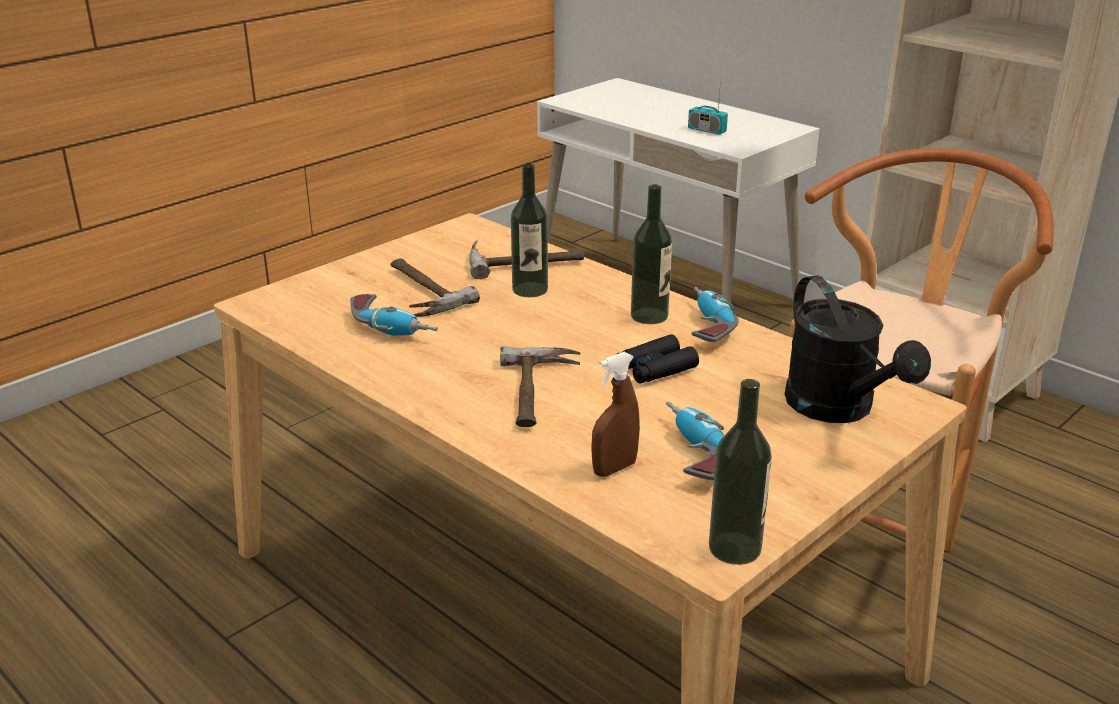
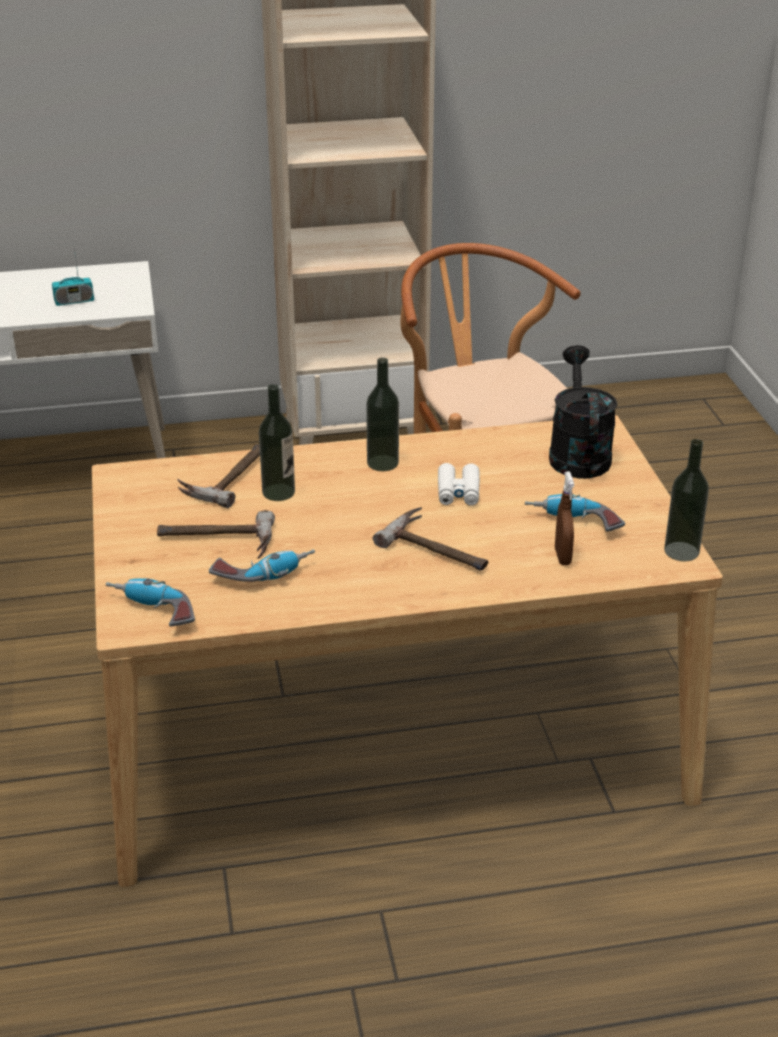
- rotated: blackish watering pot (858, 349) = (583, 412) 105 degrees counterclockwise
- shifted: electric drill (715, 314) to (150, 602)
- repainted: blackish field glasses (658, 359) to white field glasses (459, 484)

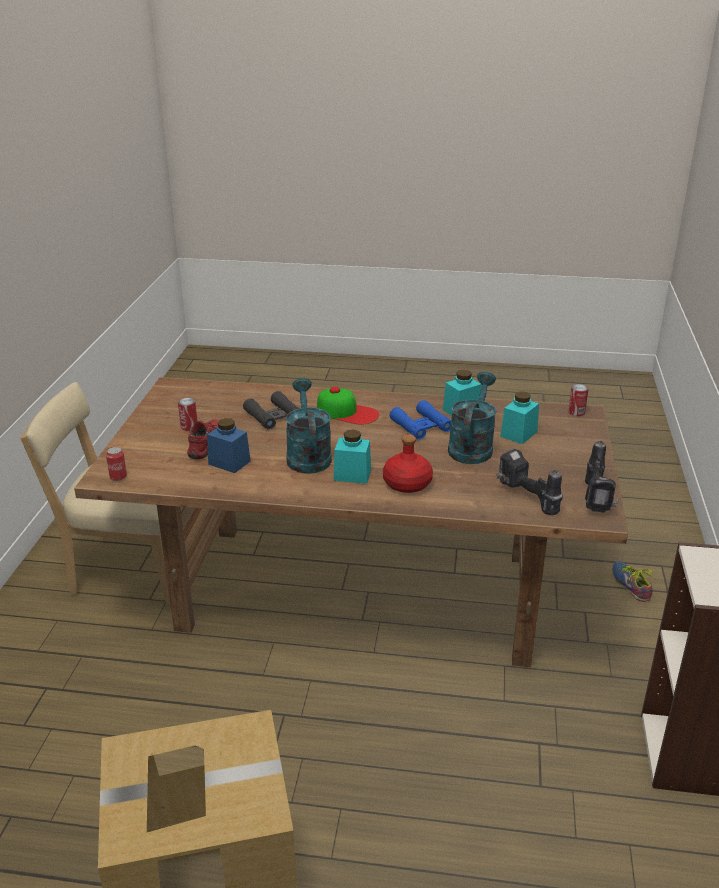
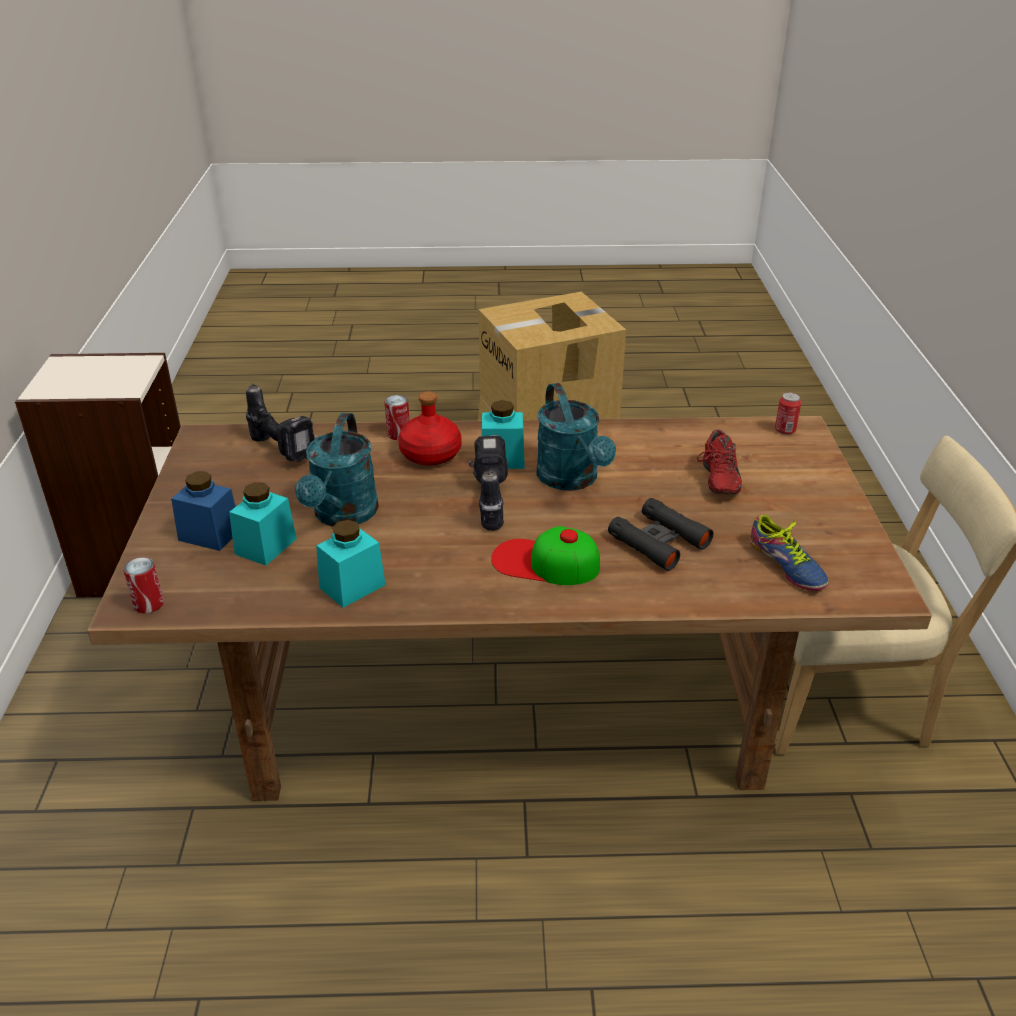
- shifted: can (187, 414) to (396, 417)
- gone: blue field glasses (420, 420)
- shifted: blue jar (229, 445) to (203, 511)
- shifted: electric drill (602, 477) to (488, 483)
- shifted: item of footwear (633, 581) to (790, 553)

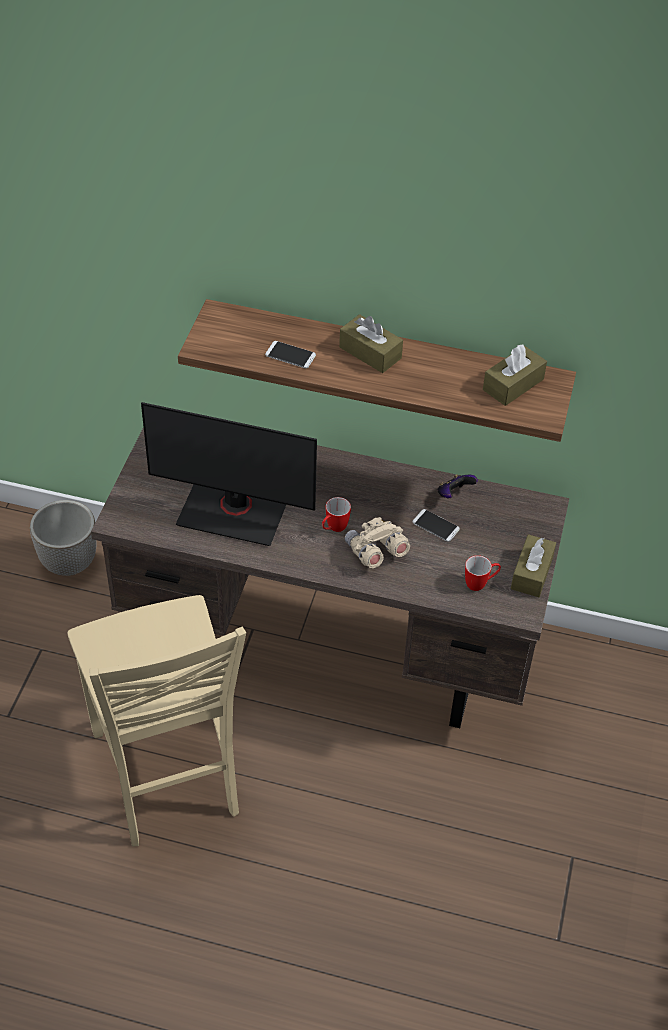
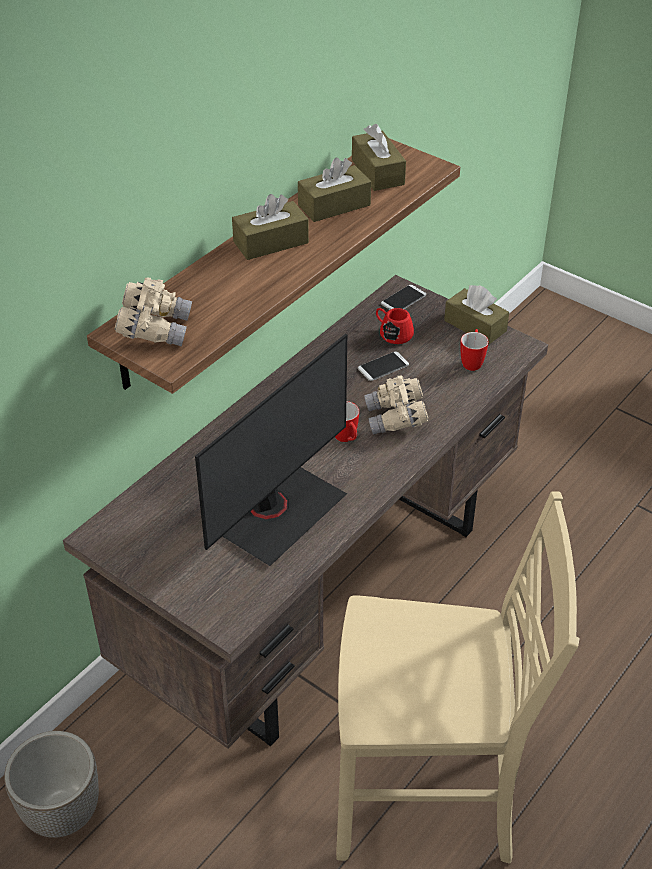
- shifted: handset (290, 354) to (403, 297)
- gone: game controller (458, 486)
- new: brownish tissue holder (334, 190)
- new: sand-coloured field glasses (153, 312)
- new: reddish mug (395, 326)

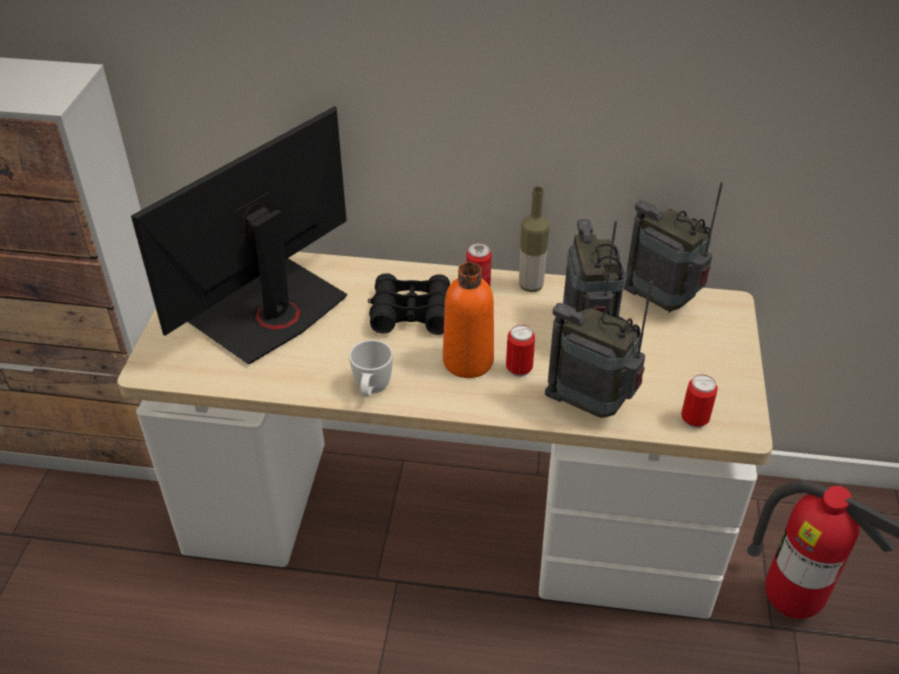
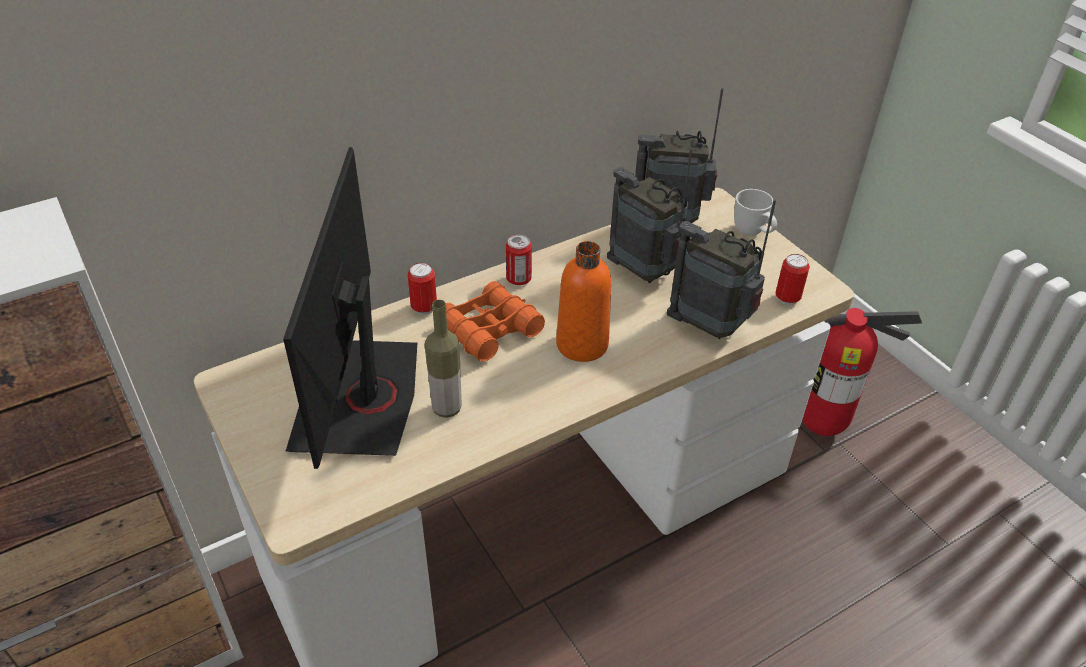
- shifted: beverage bottle (534, 239) to (443, 359)
- repainted: blackish field glasses (409, 304) to orange-coloured field glasses (495, 321)
- rotated: radio (599, 349) = (721, 269) 45 degrees clockwise
- shifted: can (520, 351) to (422, 289)
- shifted: white mug (371, 368) to (755, 212)

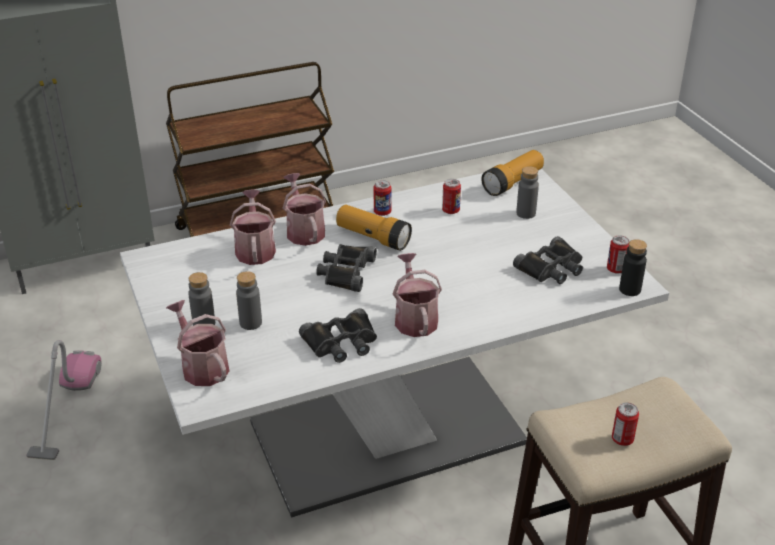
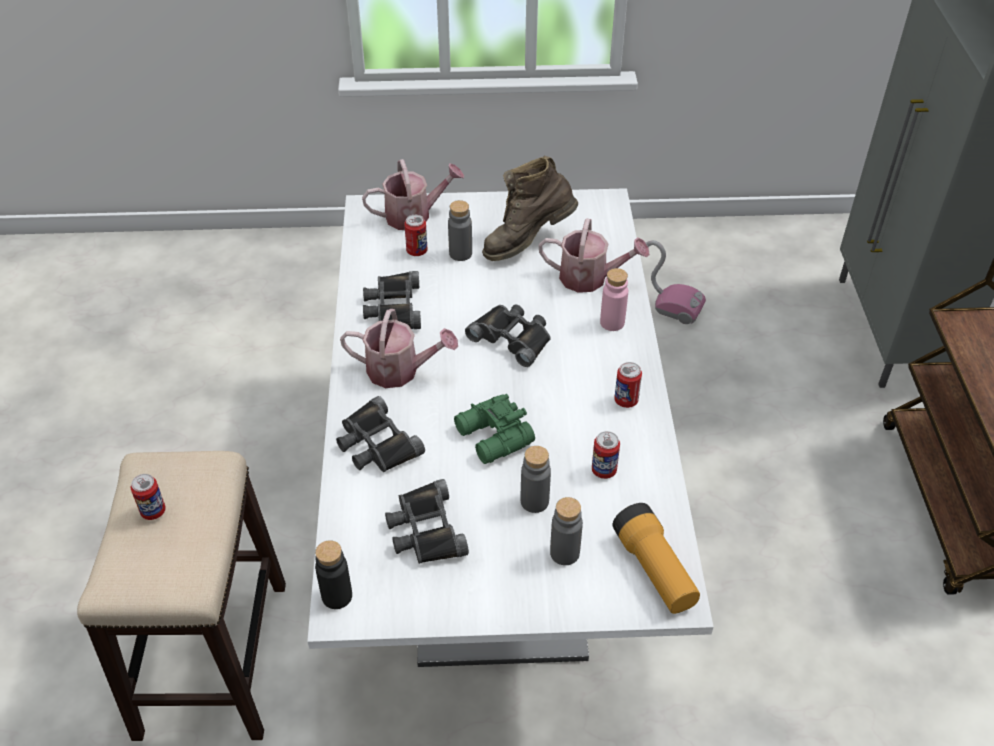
- swapped: watering pot (304, 209) to pinkish beverage bottle (614, 299)
- gone: flashlight (374, 228)
- shifted: can (618, 254) to (416, 235)
- shifted: grey beverage bottle (201, 299) to (536, 479)
- new: brownish boot (530, 208)
- new: greenish field glasses (494, 429)
- new: blackish field glasses (380, 434)

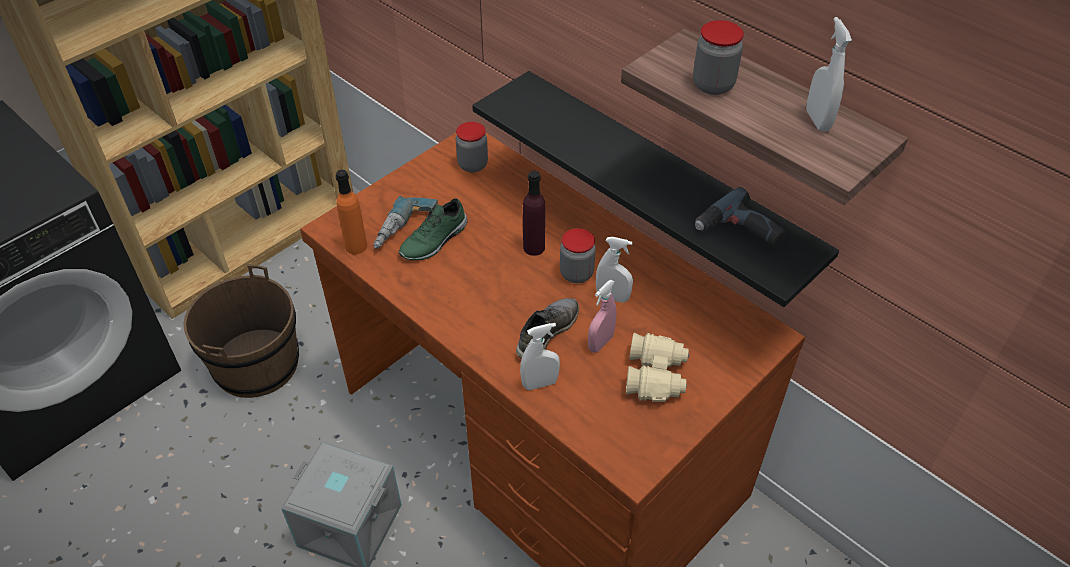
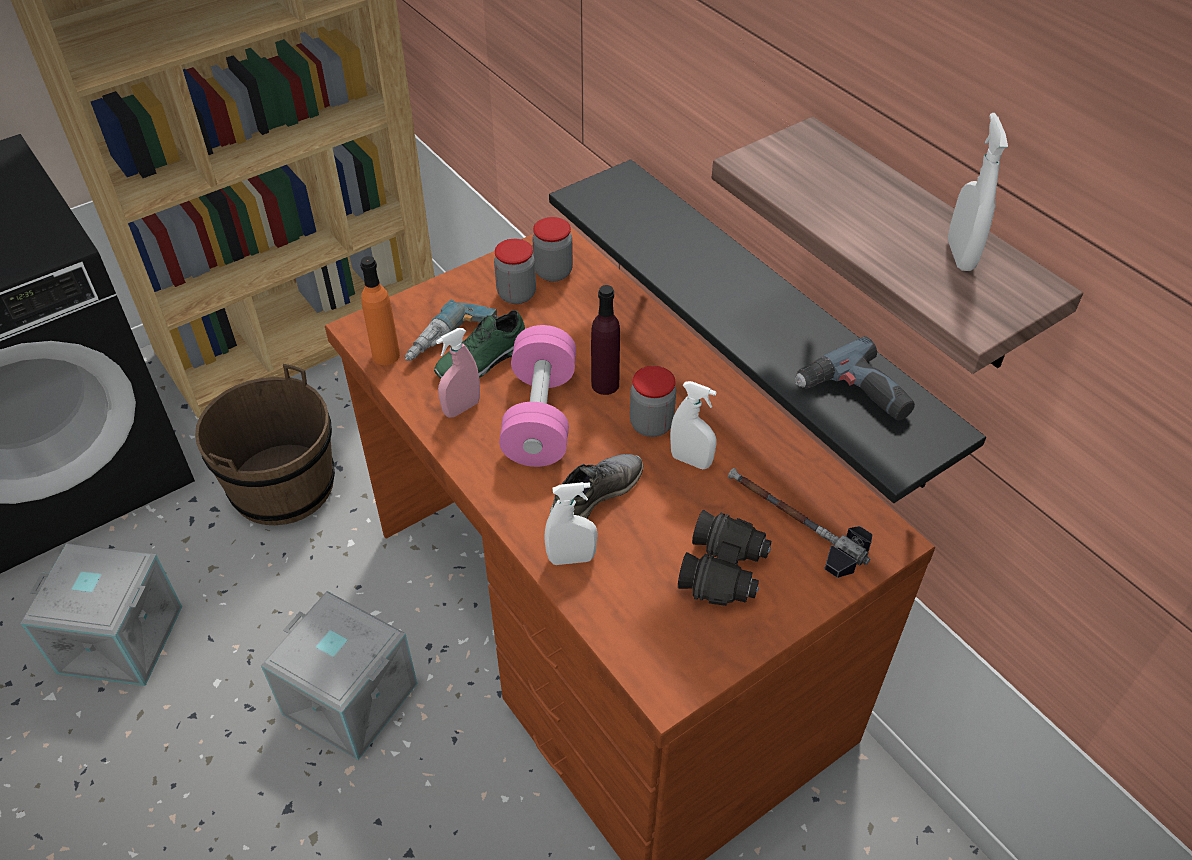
- shifted: jar (718, 57) to (515, 271)
- shifted: pinkish spray bottle (602, 316) to (458, 373)
- repainted: sand-coloured field glasses (657, 367) to blackish field glasses (724, 558)
- new: pinkish free weight (537, 396)
- new: tool hammer (800, 523)
- new: grey storage container (101, 614)

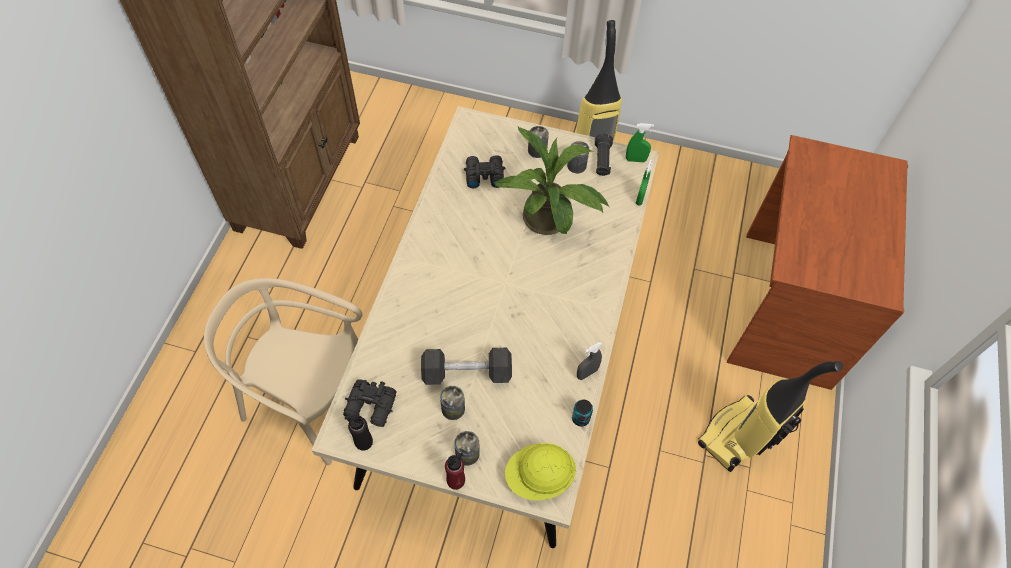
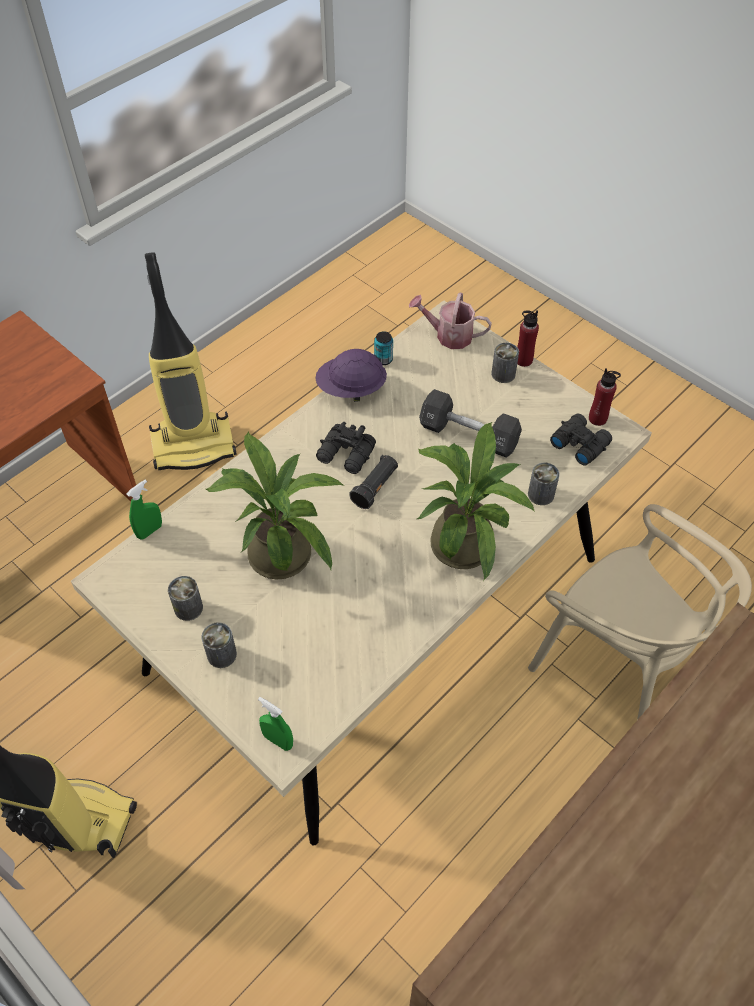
- shifted: greenish spray bottle (640, 142) to (275, 724)
- shifted: blackish flashlight (604, 154) to (373, 482)
- shifted: blackish field glasses (484, 171) to (346, 448)
- swapped: grey spray bottle (589, 361) to purple work helmet (351, 375)
- shifted: can (452, 403) to (544, 484)
- repainted: blackish beverage bottle (359, 433) to reddish beverage bottle (605, 397)
- swapped: yellow work helmet (540, 472) to watering pot (450, 321)
- new: plant in a pot (476, 501)

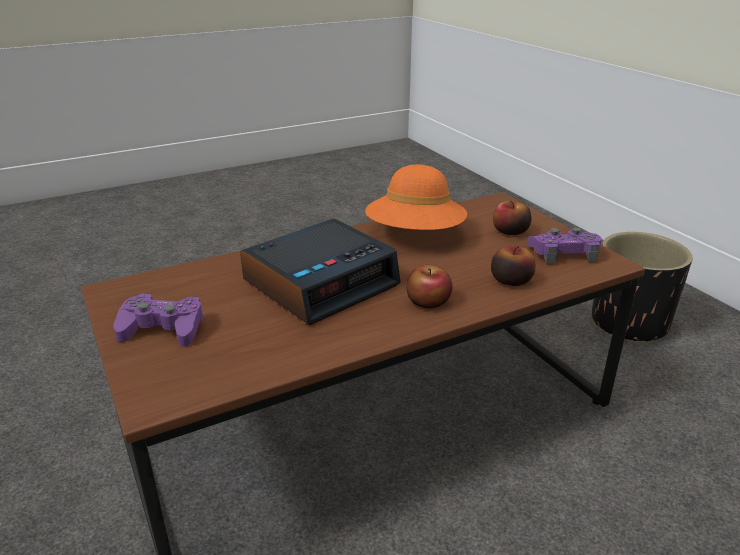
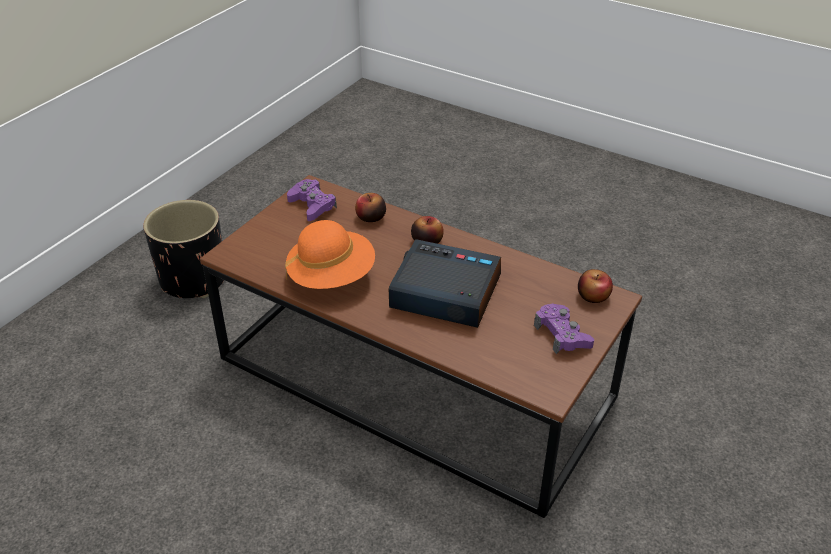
- shifted: apple fruit (512, 217) to (595, 286)

